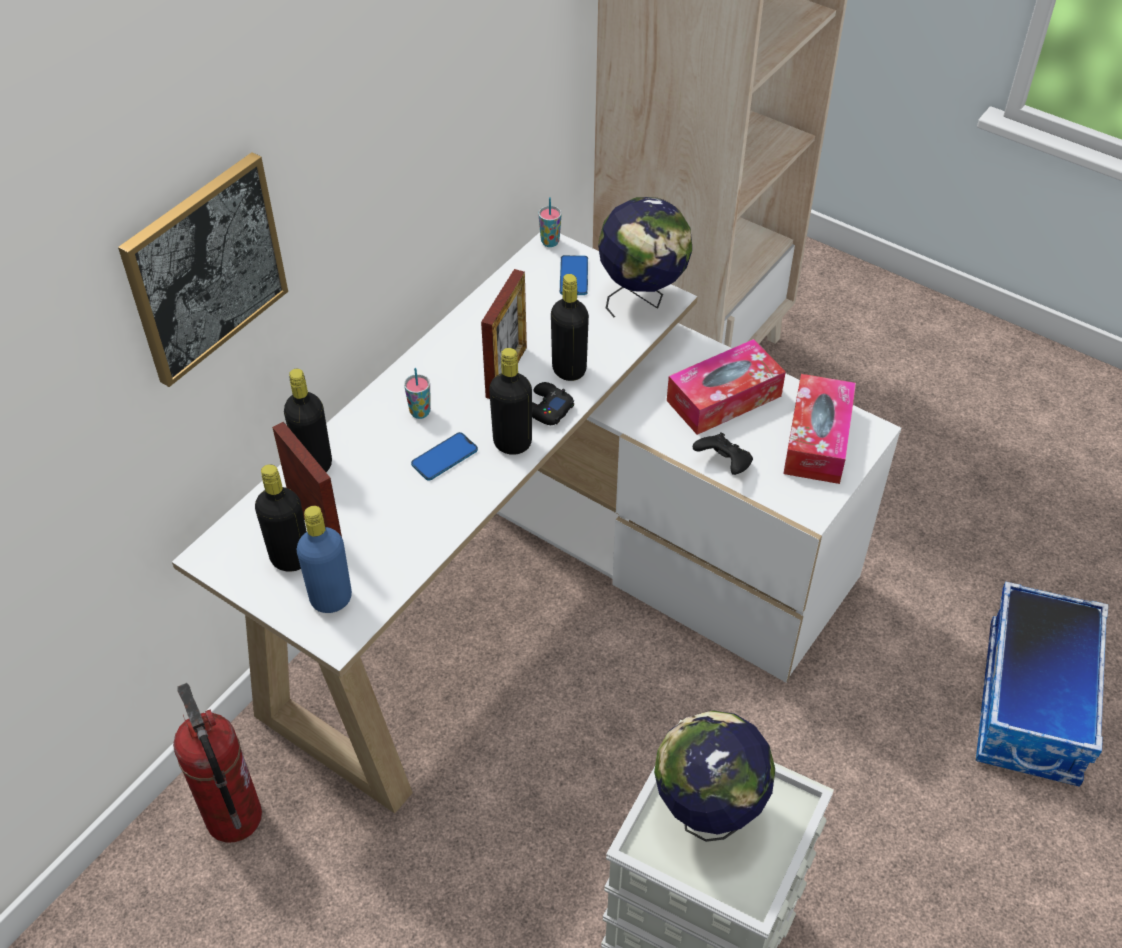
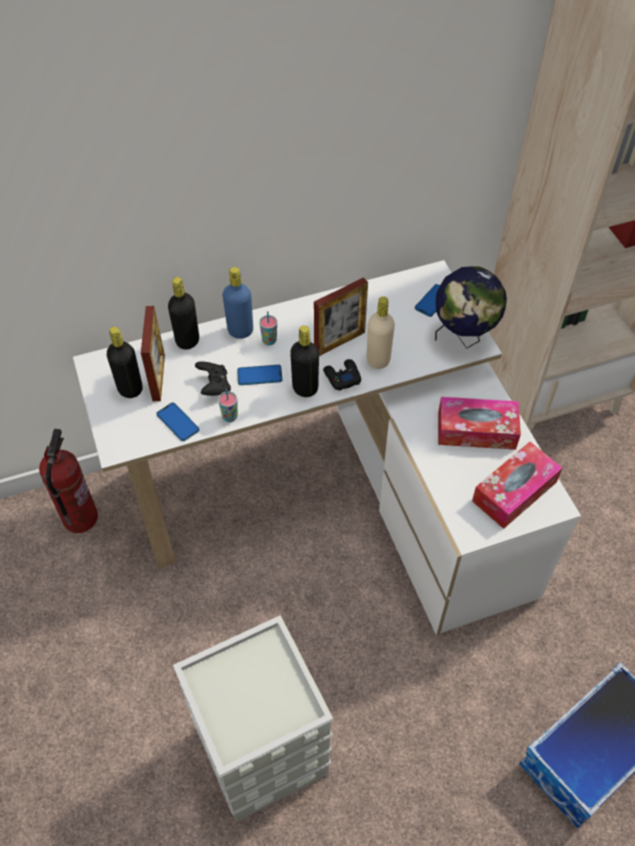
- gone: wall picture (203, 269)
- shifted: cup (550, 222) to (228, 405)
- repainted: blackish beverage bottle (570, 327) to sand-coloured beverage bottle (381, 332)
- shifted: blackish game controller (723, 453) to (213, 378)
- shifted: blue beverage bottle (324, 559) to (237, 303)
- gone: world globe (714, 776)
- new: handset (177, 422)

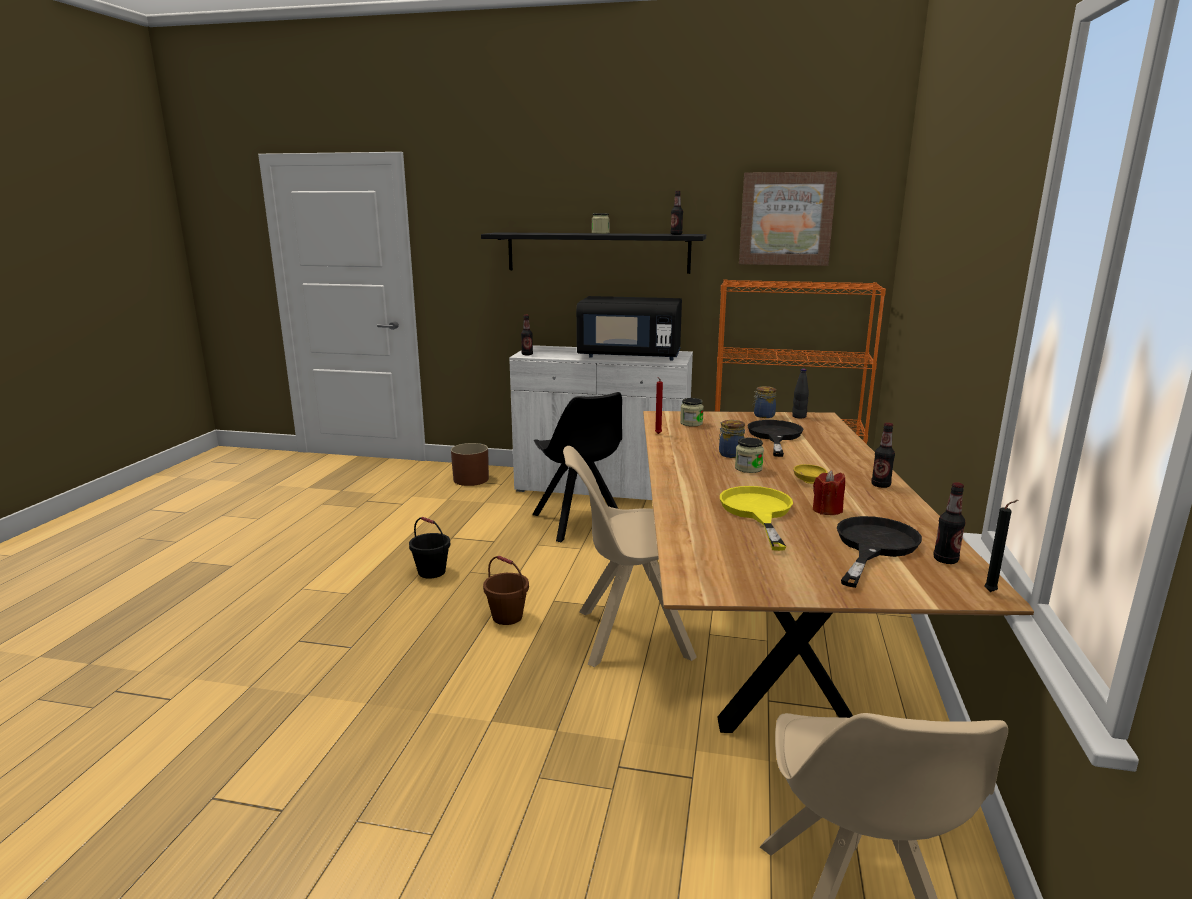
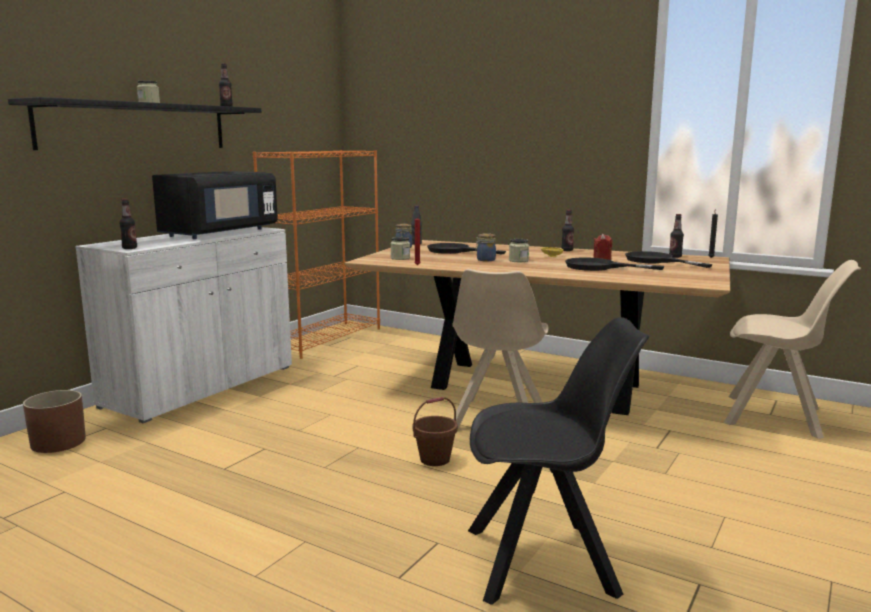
- gone: wall picture (788, 219)
- shifted: blackish upright chair (577, 467) to (558, 461)
- repainted: yellow frying pan (756, 518) to blackish frying pan (615, 264)
- gone: blackish pail (430, 547)

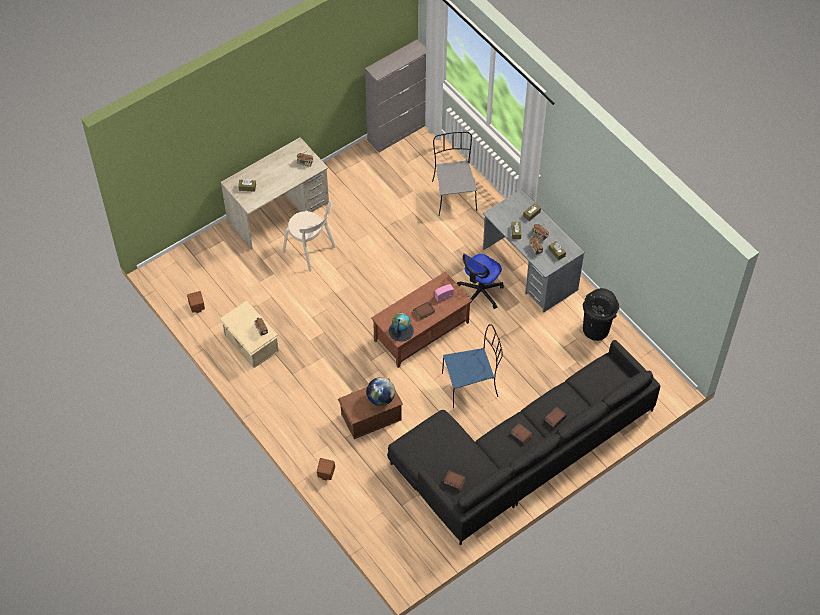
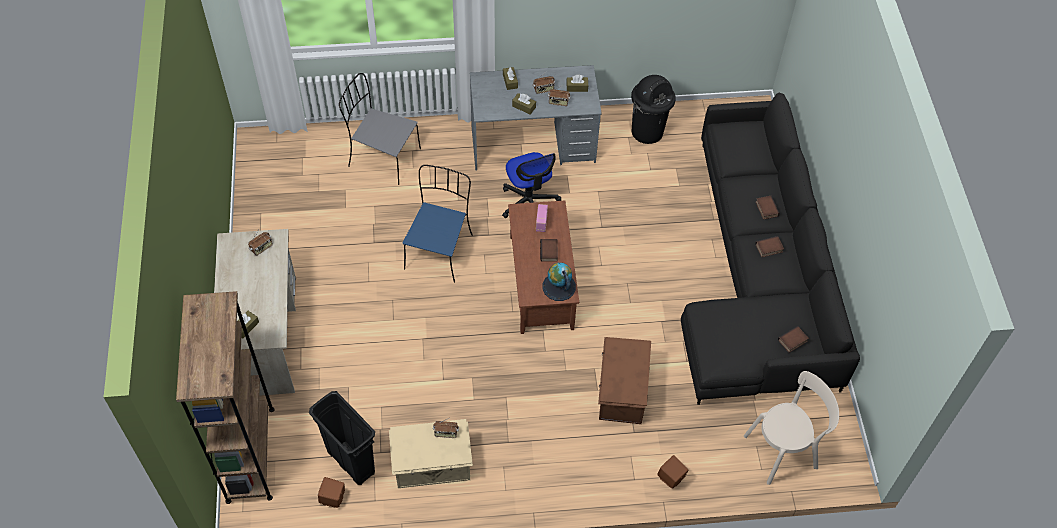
- gone: grey cupboard (395, 95)
- shifted: sand-coloured upright chair (309, 236) to (791, 428)
- shifted: blue upright chair (472, 366) to (438, 224)
- gone: world globe (380, 391)
- new: brownish bookcase (225, 397)
- new: blackish trash can (342, 438)

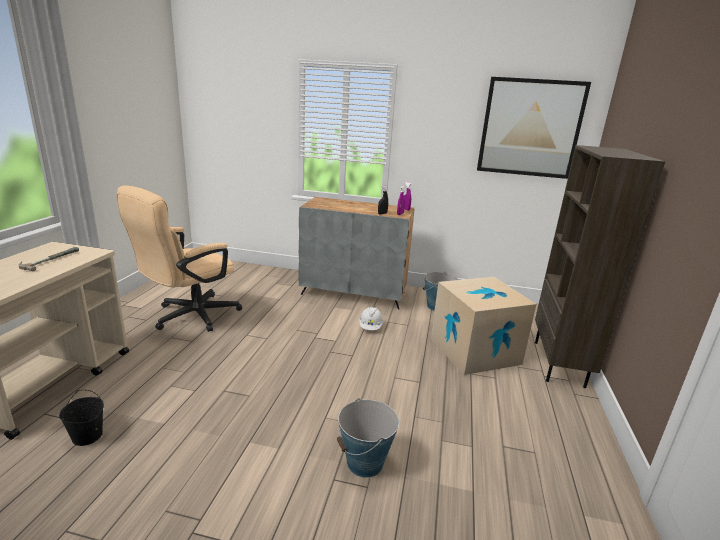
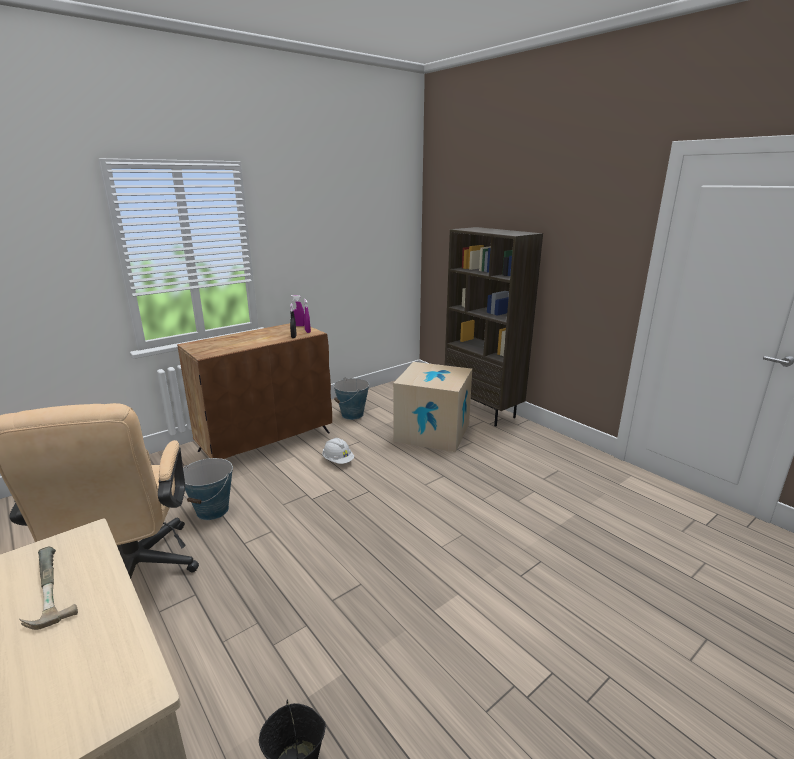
- gone: wall picture (534, 128)
- repainted: grey cupboard (356, 253) to brownish cupboard (254, 391)
- shifted: pail (368, 438) to (208, 489)

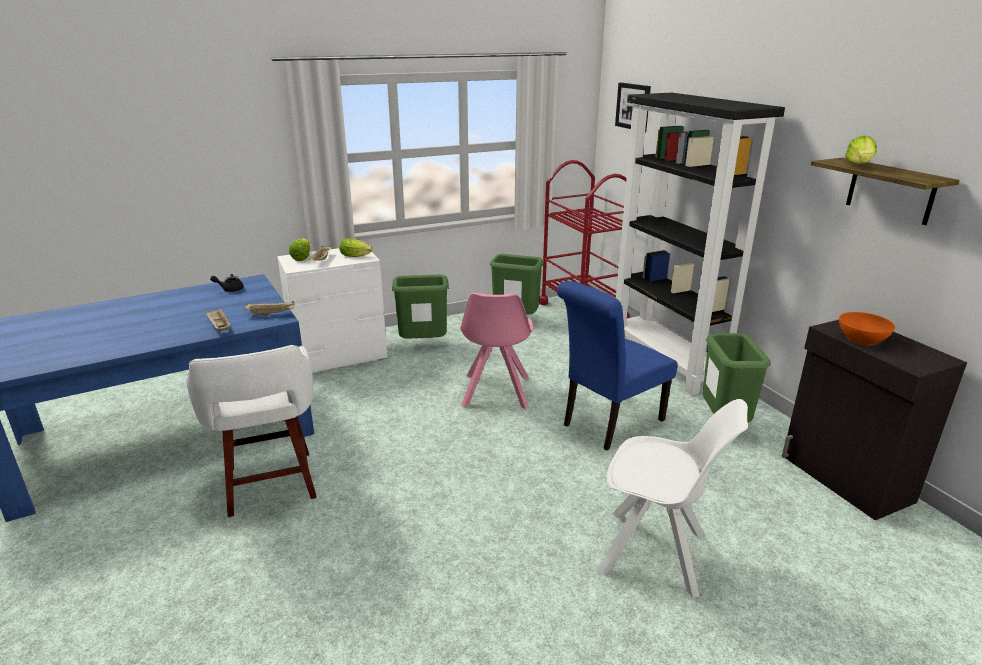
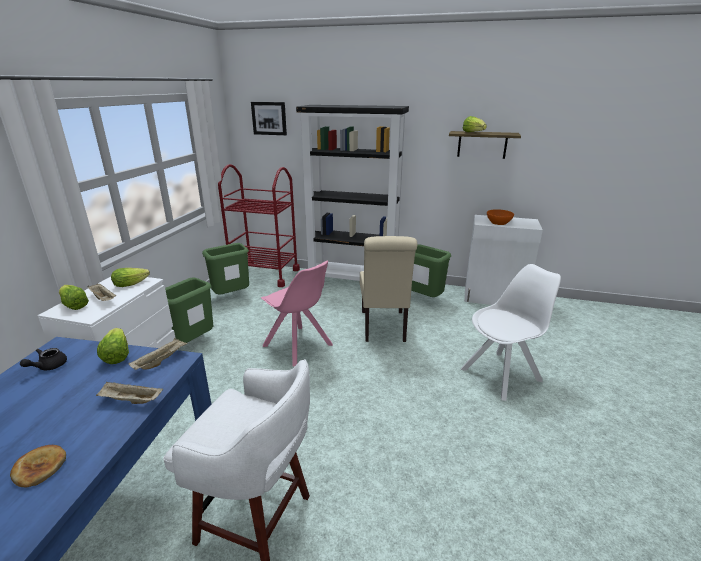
- repainted: blue upright chair (617, 366) to sand-coloured upright chair (388, 289)
- repainted: blackish cupboard (874, 420) to white cupboard (503, 260)
- new: head of lettuce (113, 346)
- new: bakery bread (38, 466)

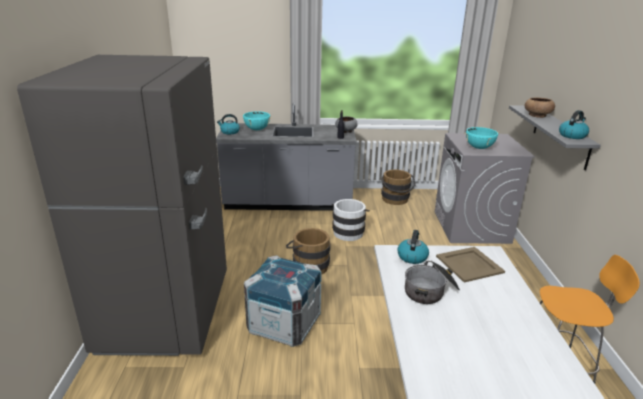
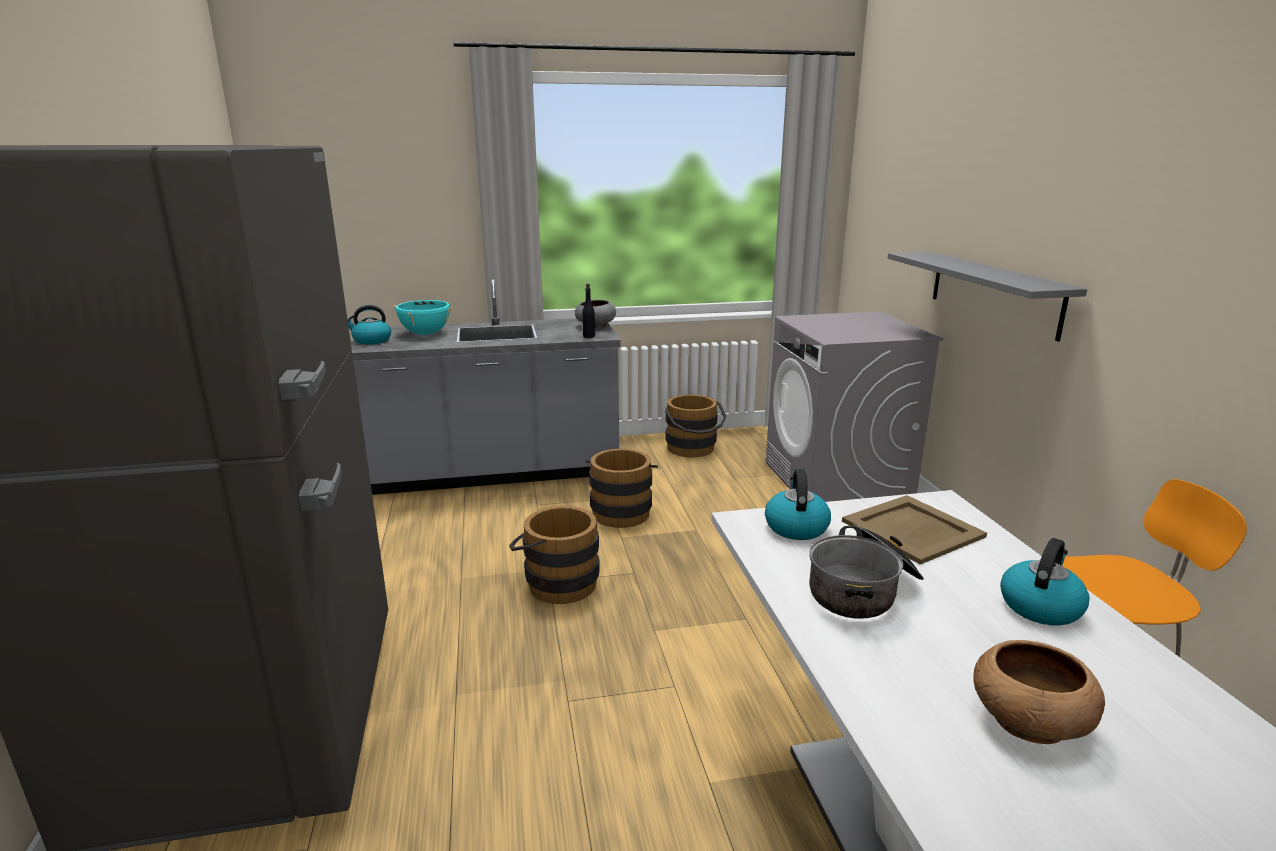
- shifted: brownish bowl (540, 108) to (1039, 692)
- shifted: tea kettle (574, 124) to (1045, 582)
- gone: turquoise saucepot (482, 138)
- repainted: white pail (351, 220) to brownish pail (621, 488)
- gone: packing crate (283, 301)

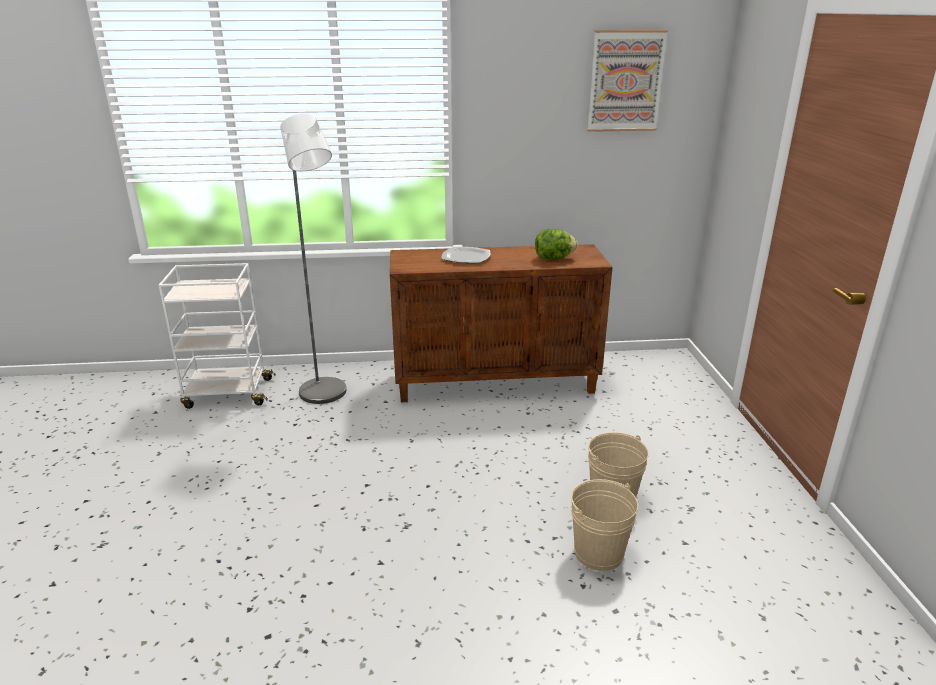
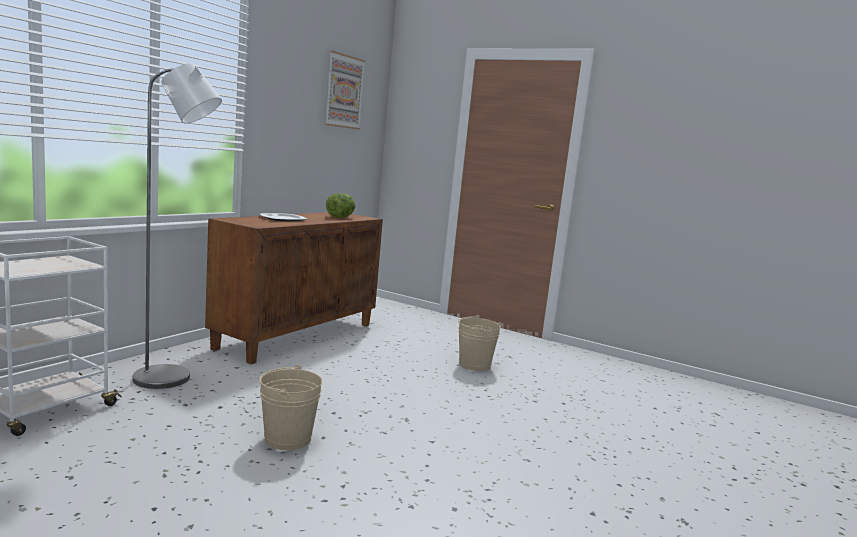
- shifted: sand-coloured pail (604, 525) to (290, 407)

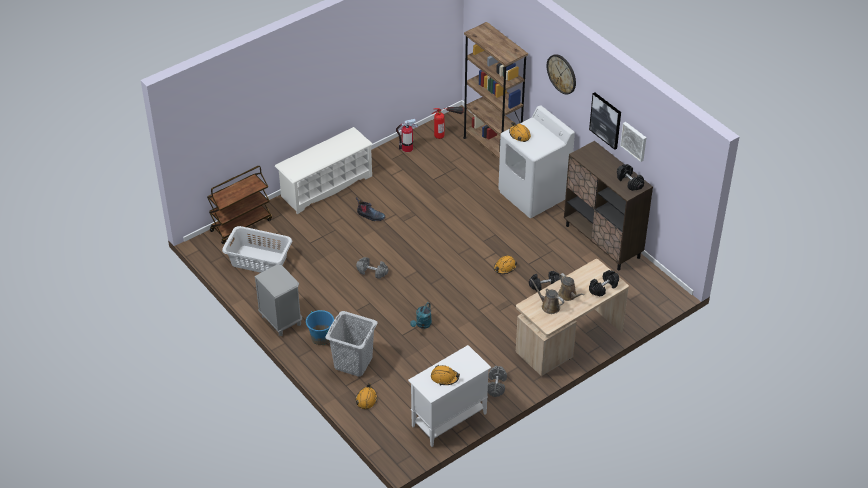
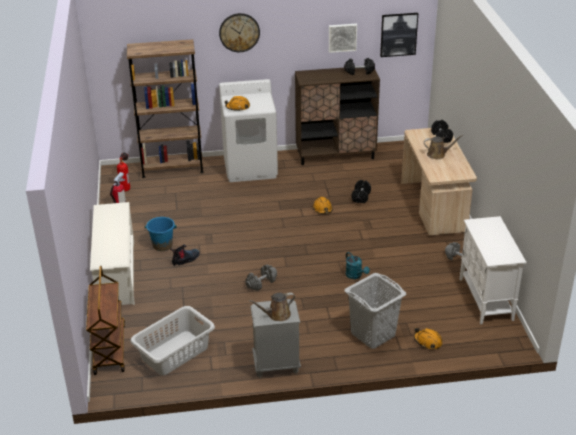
- shifted: wall picture (605, 121) to (399, 35)
- shifted: brownish watering pot (547, 296) to (272, 306)
- shifted: blue pail (320, 327) to (161, 234)
- gone: orange-coloured work helmet (445, 375)

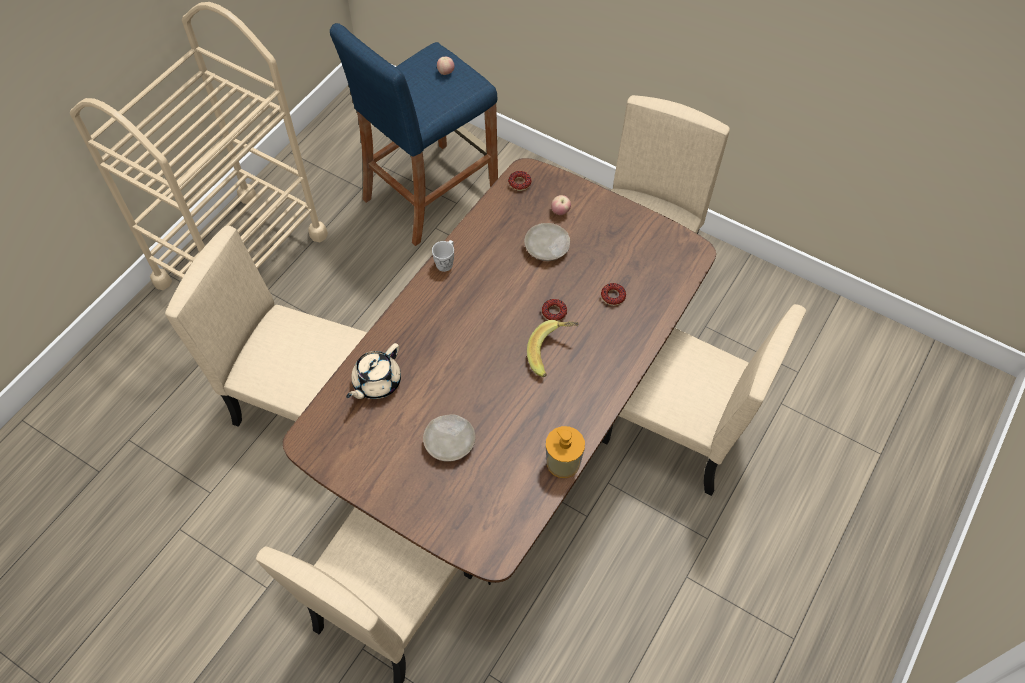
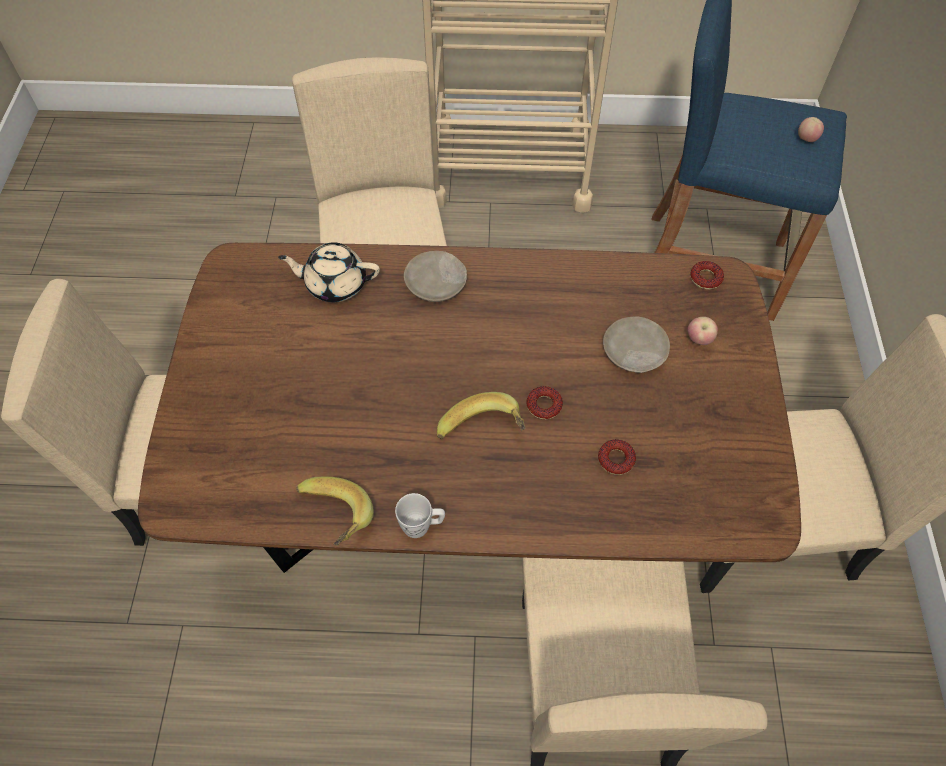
- shifted: white mug (443, 256) to (420, 515)
- shifted: sand-coloured dinner plate (449, 438) to (435, 276)
- swapped: soap dispenser (565, 452) to whole banana (335, 511)

